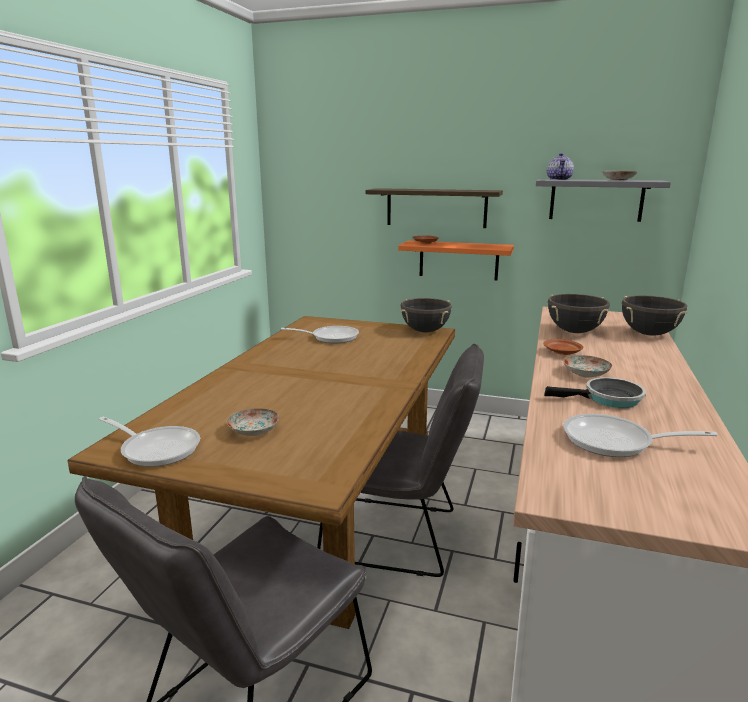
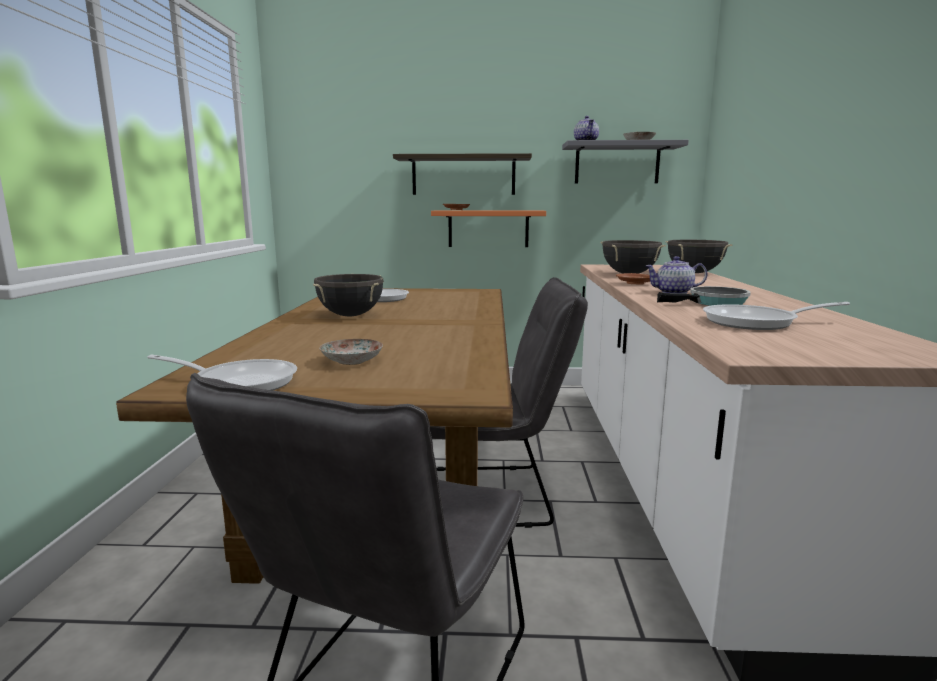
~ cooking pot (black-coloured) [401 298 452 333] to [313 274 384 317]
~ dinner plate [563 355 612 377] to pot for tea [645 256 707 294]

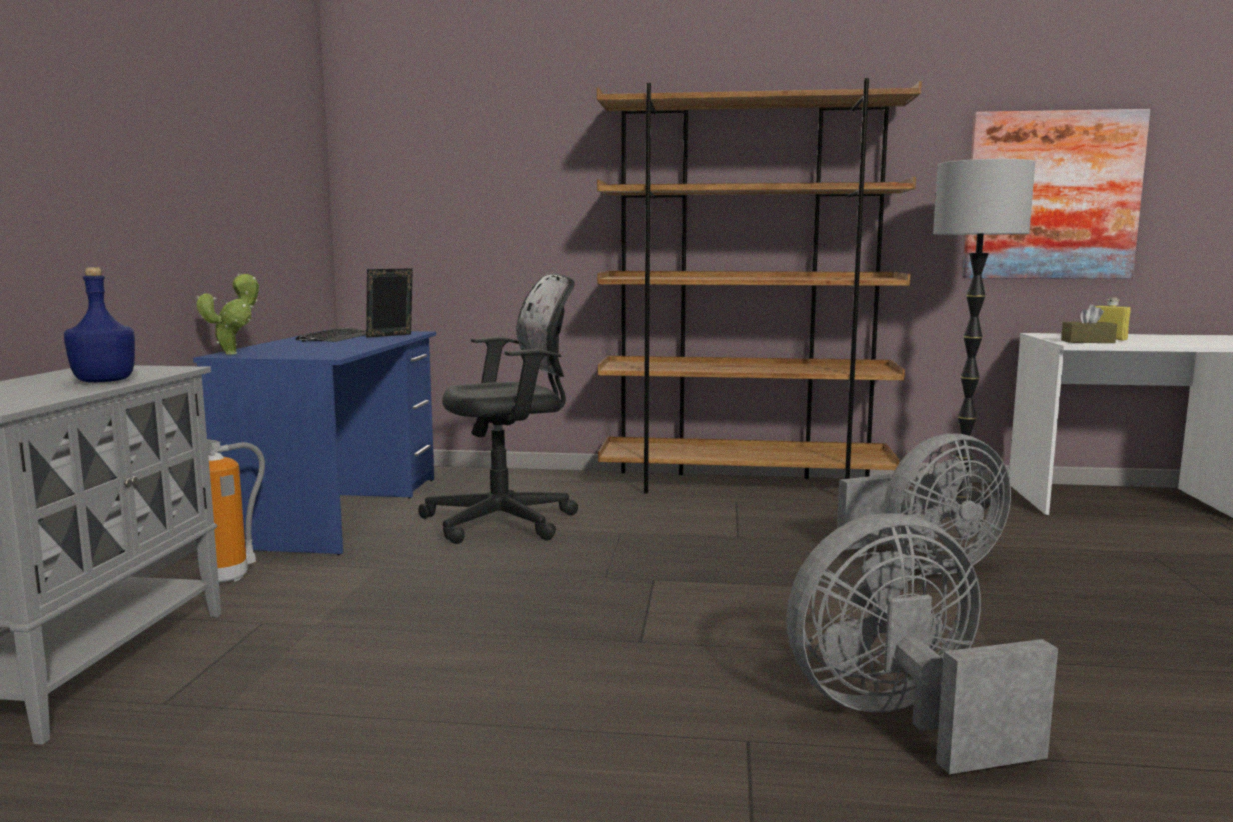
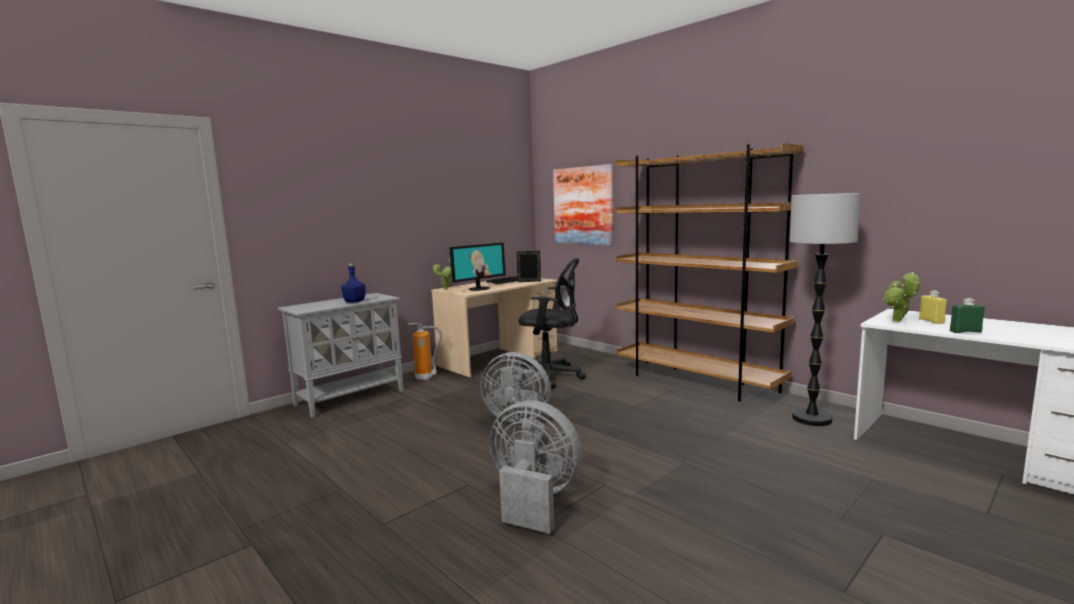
~ wall picture [962 109 1150 279] to [553 164 614 246]
~ box of tissues (brown) [1061 305 1117 343] to houseplant [883 272 921 322]
~ desk unit (blue-coloured) [193 330 436 555] to desk unit (sand-coloured) [431 278 558 378]
~ electric fan (gray) [837 433 1011 574] to [480 352 551 424]
+ monitor [449 242 506 291]
+ drink bottle (green-coloured) [950 298 985 333]

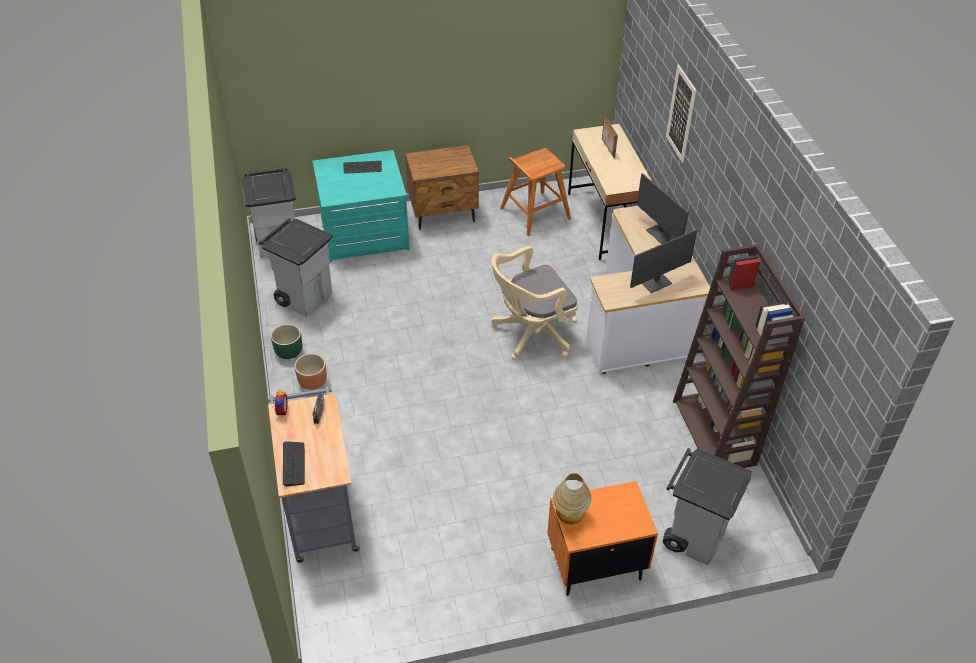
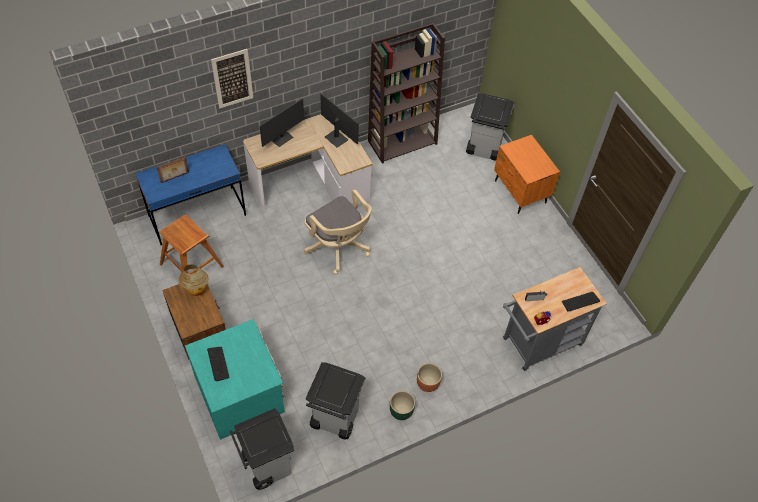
~ desk unit (sand-coloured) [568 124 652 260] to desk unit (blue-coloured) [135 144 246 245]
~ table lamp [553 473 591 525] to [179 264 209 296]

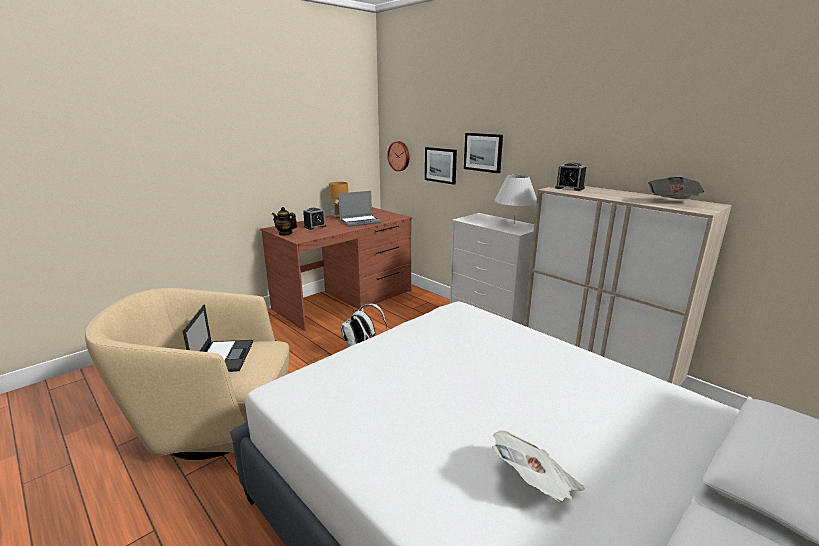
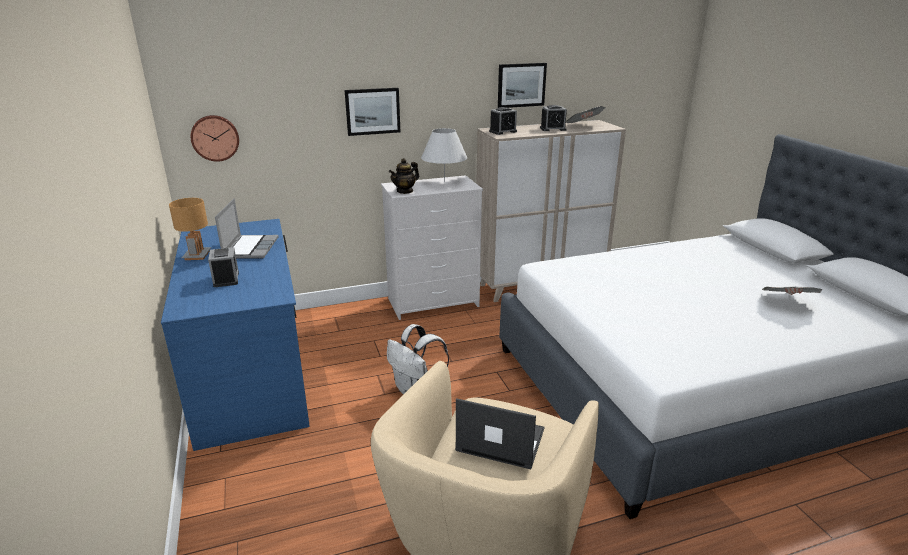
~ wall picture [425 147 457 185] to [498 63 547 108]
~ desk unit (brown) [260 207 413 331] to desk unit (blue-coloured) [161 219 310 451]
~ pot for tea [272 207 297 236] to [389 158 419 194]
+ table clock [540 105 567 131]

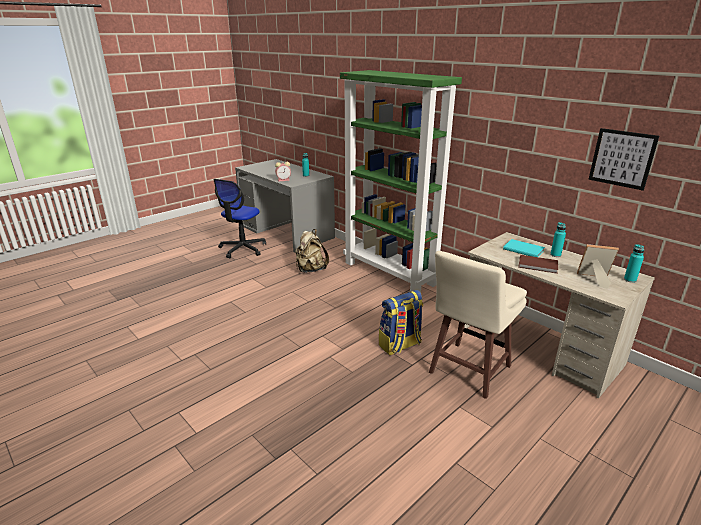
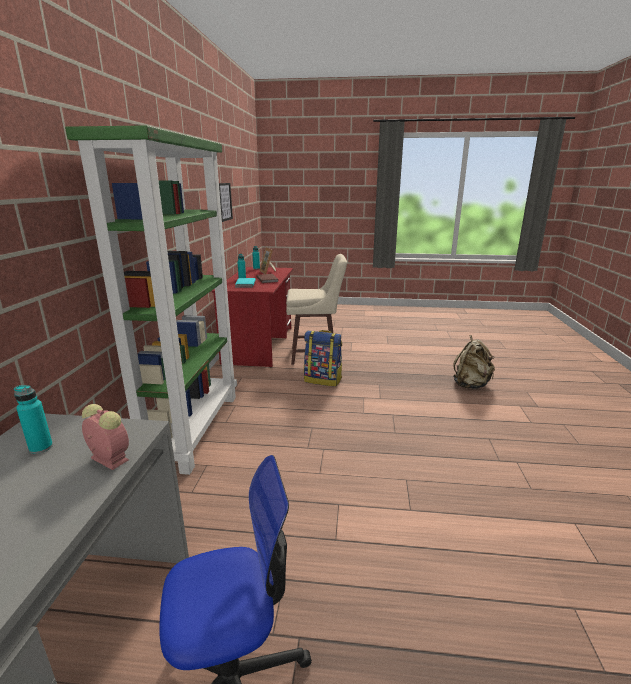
~ rucksack (sand-coloured) [295 229 329 273] to [453 335 495 389]
~ desk unit (sand-coloured) [464 232 655 399] to desk unit (red) [212 267 293 367]

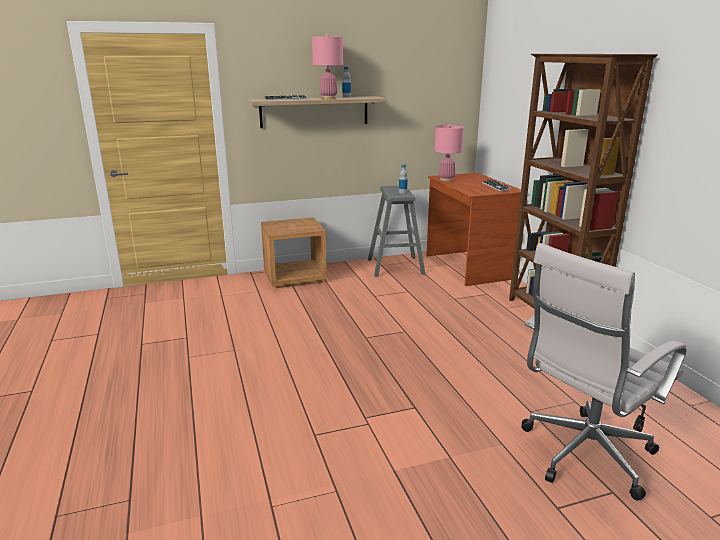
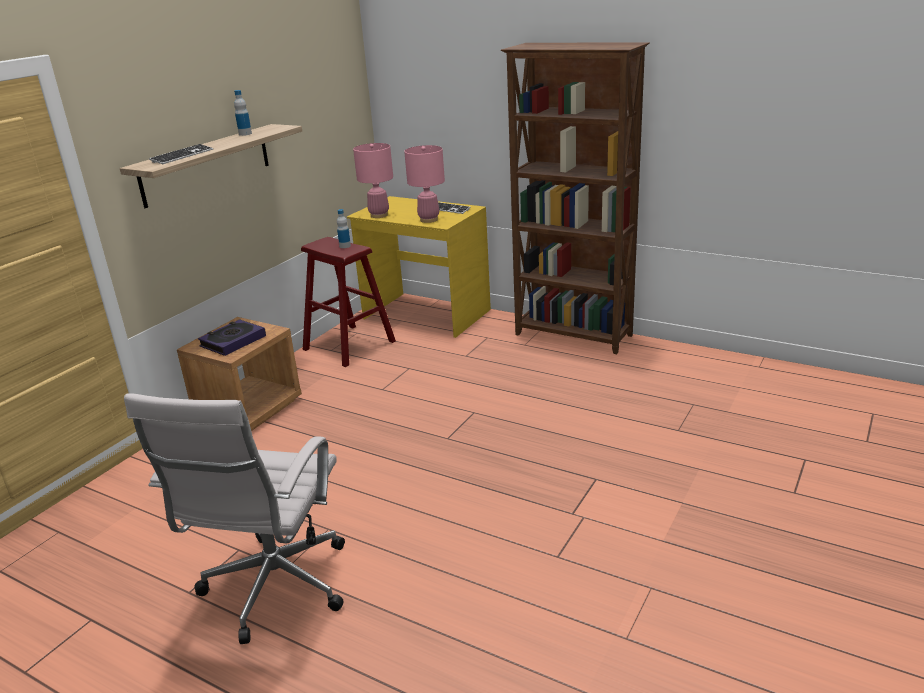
~ table lamp (pink) [312 34 343 99] to [404 145 445 223]
~ desk unit (brown) [426 173 521 286] to desk unit (yellowish) [347 196 491 338]
~ stool (gray) [368 186 425 277] to stool (red) [301 237 396 367]
~ computer chair (white) [522 243 687 501] to [124 393 345 644]
+ volume [198 319 266 356]

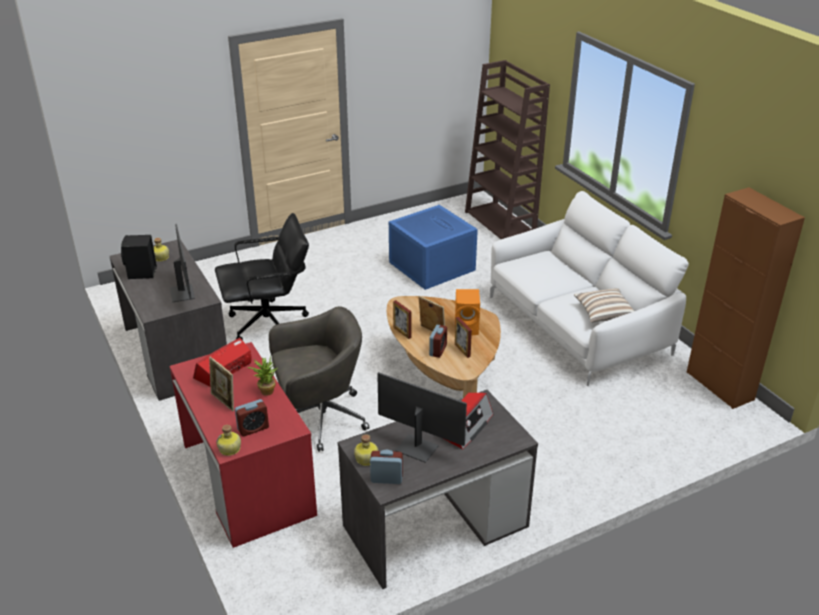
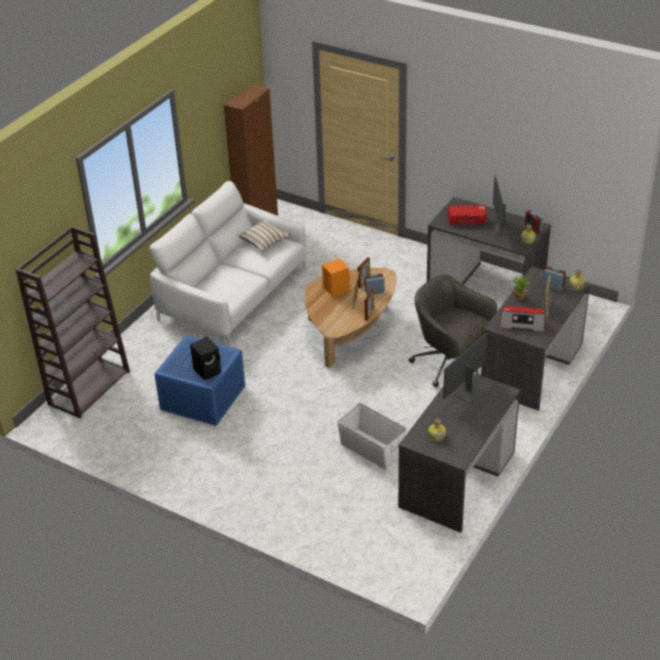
~ computer chair (black-coloured) [215 213 309 340] to storage box (white) [337 403 406 470]
~ loudspeaker (black-coloured) [121 235 157 279] to [190 337 221 380]
~ desk unit (red) [169 342 317 548] to desk unit (gray) [481 267 590 411]

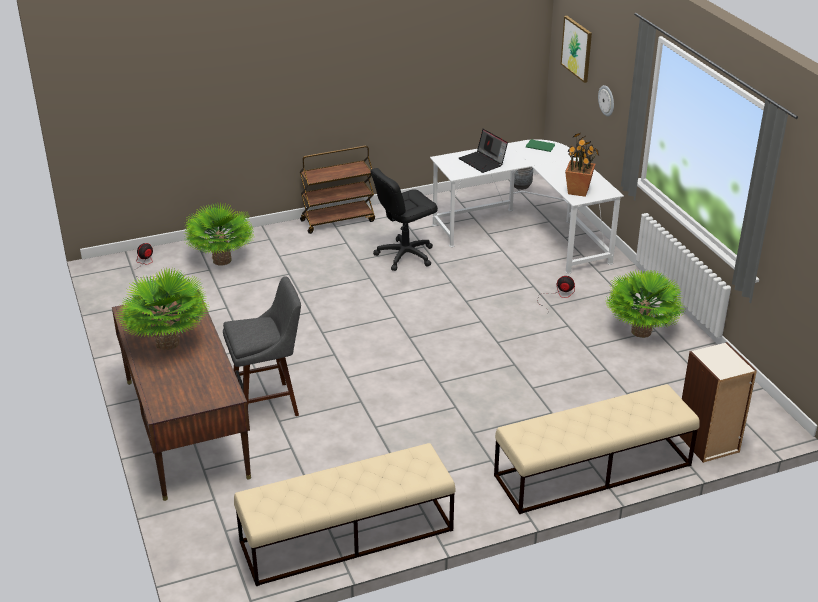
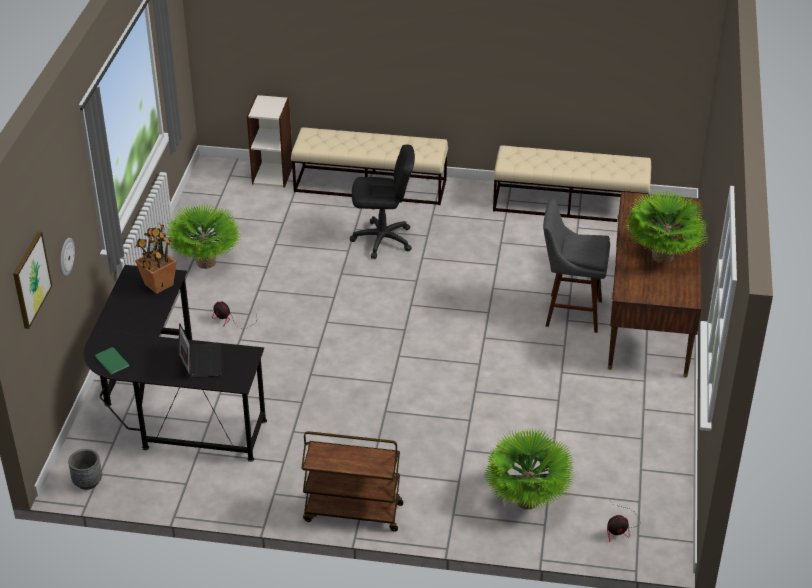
~ desk unit (white) [430 139 624 274] to desk unit (black-coloured) [84 265 267 462]
~ computer chair (black-coloured) [370 168 438 271] to [350 145 415 259]

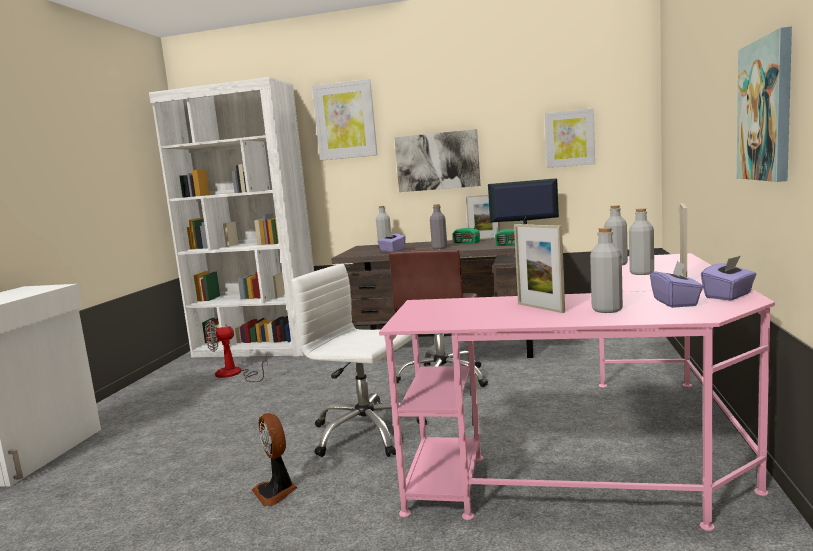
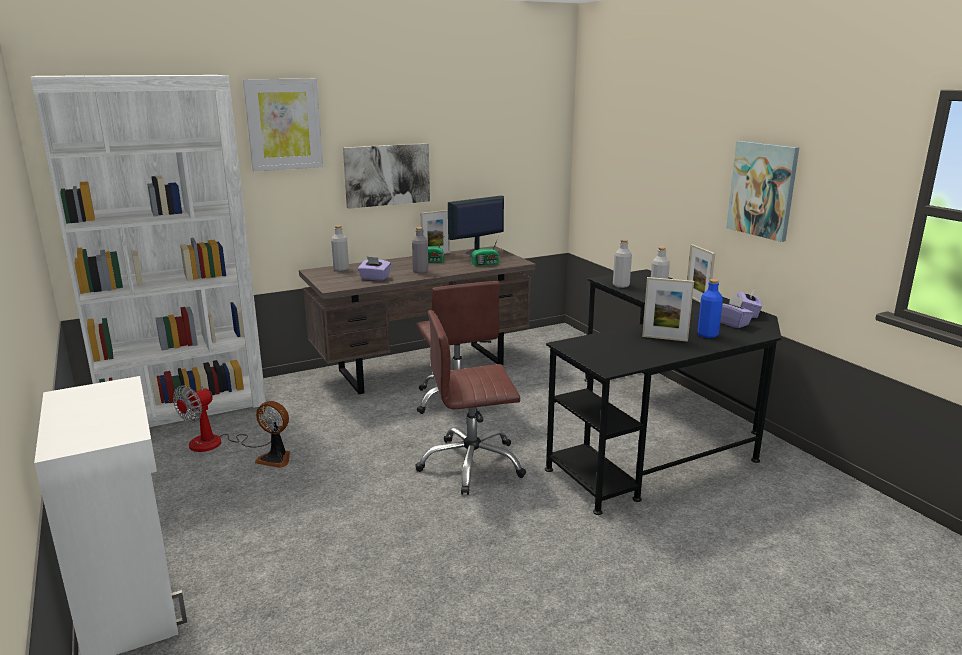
- wall picture [545 108 595 168]
~ drink bottle (gray) [590 227 623 313] to drink bottle (blue-coloured) [697 279 723 338]
~ desk unit (pink) [379 253 775 531] to desk unit (black-coloured) [545 269 781 515]
~ computer chair (white) [291 264 427 457] to computer chair (brown) [415 310 526 495]
~ electric fan [252 413 297 506] to [255 401 290 468]

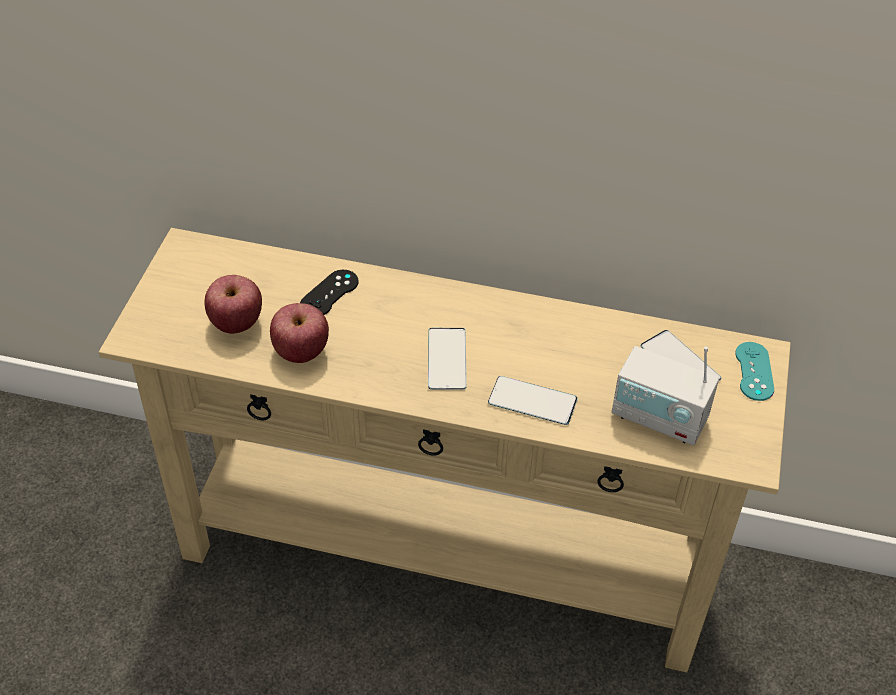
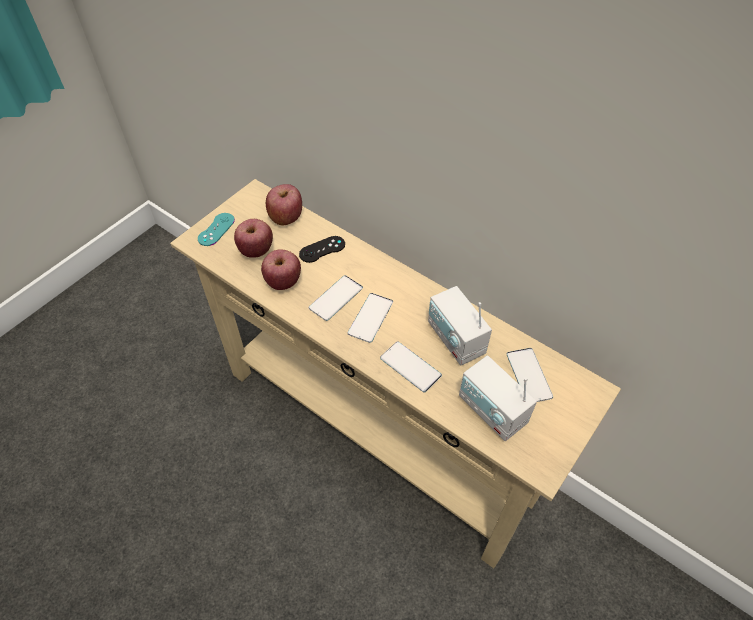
~ game controller (turquoise) [735 342 774 401] to [198 213 235 246]
+ whole apple [266 184 302 225]
+ phone [309 275 363 321]
+ radio set [428 286 492 366]

